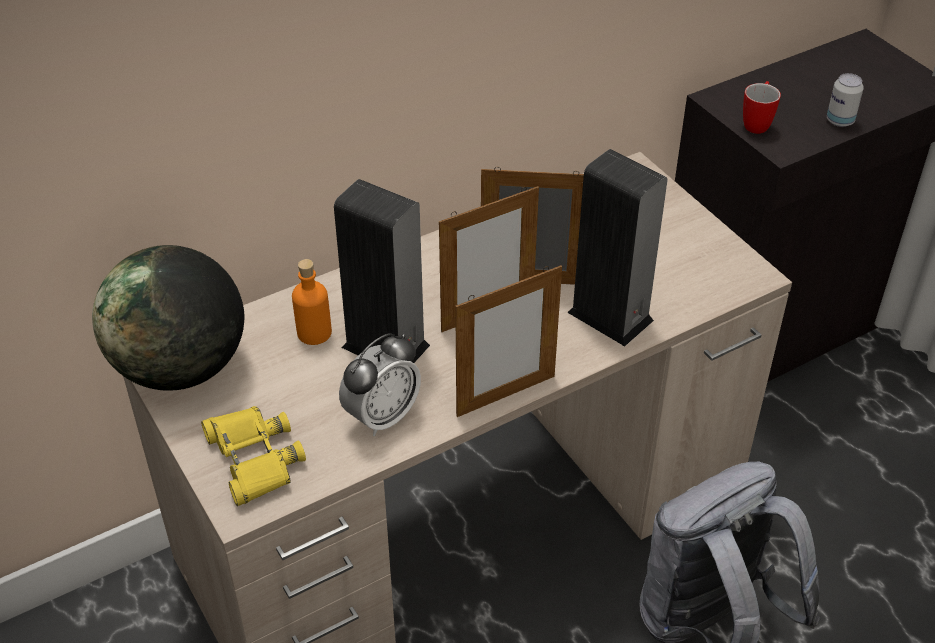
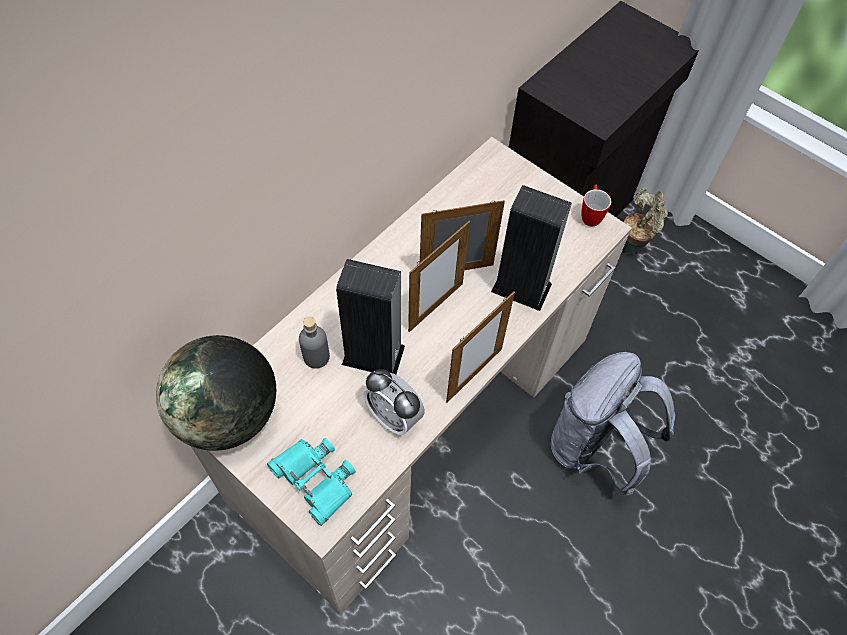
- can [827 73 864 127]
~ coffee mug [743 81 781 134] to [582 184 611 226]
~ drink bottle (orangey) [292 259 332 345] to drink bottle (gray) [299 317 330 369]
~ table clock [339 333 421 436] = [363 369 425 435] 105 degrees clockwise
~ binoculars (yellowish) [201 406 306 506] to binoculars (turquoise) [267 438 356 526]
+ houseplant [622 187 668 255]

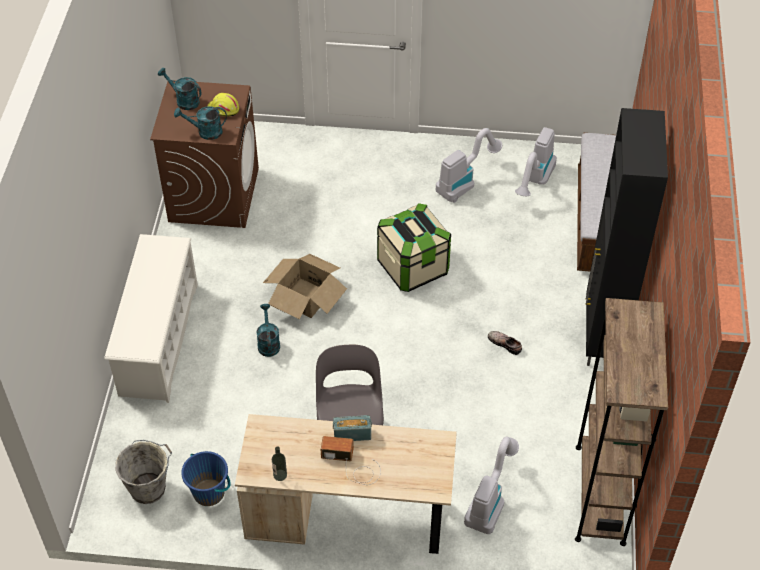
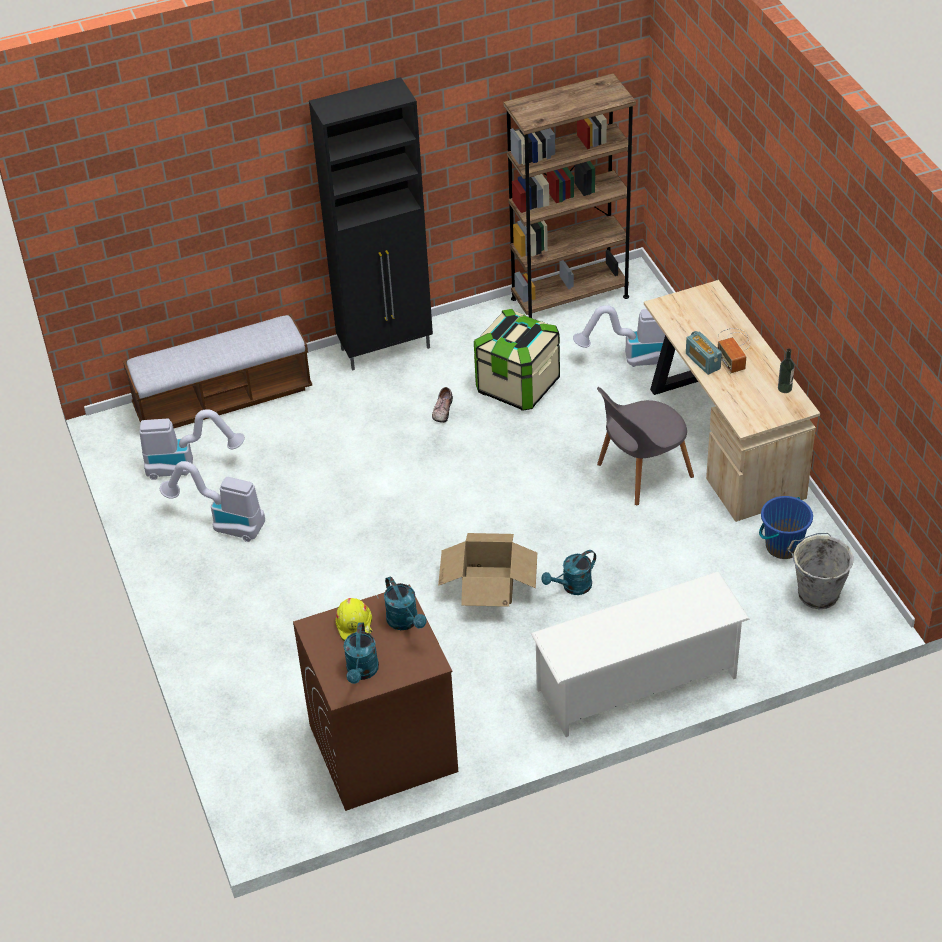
~ storage box [377 203 451 292] to [474 309 560 411]

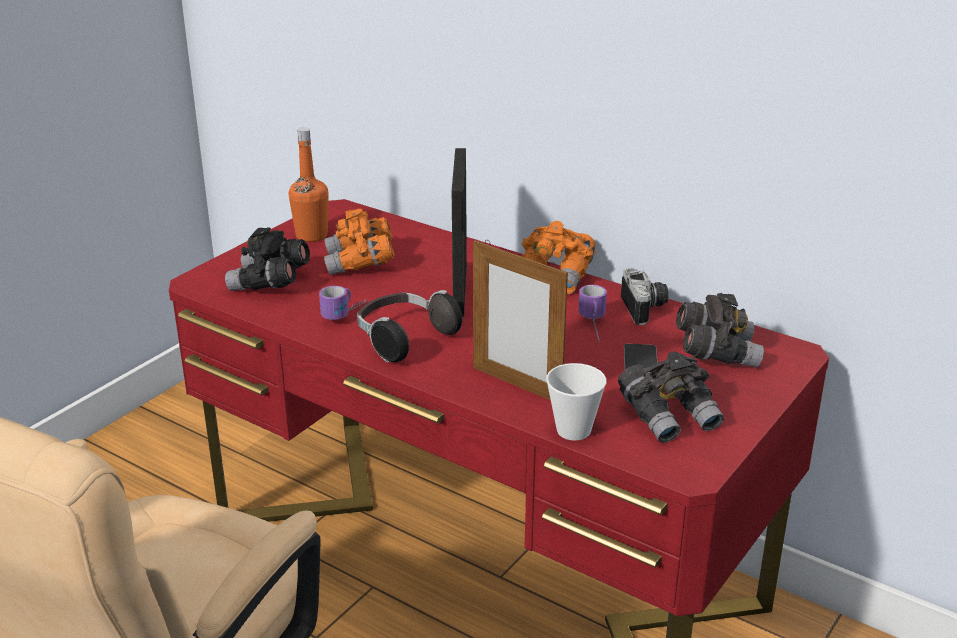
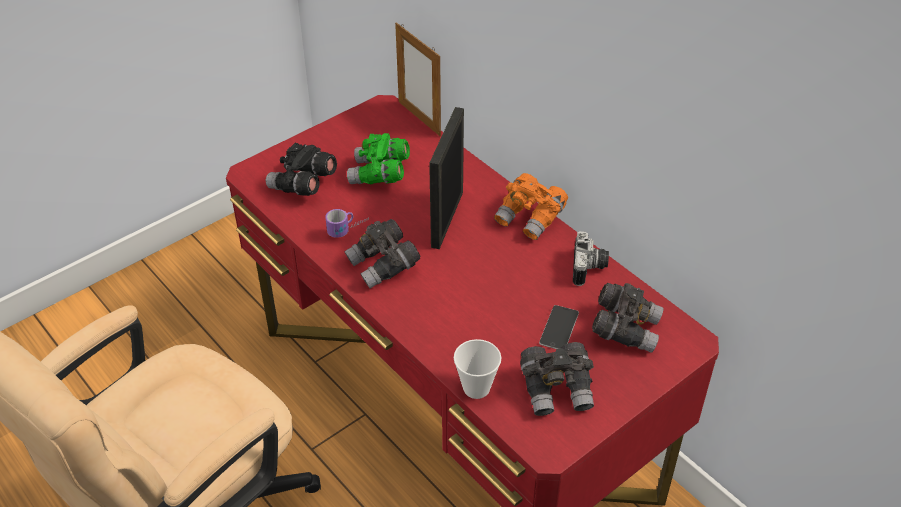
- drink bottle (orangey) [289 127 329 242]
~ binoculars (orangey) [324 209 394 275] to binoculars (green-coloured) [347 133 410 184]
~ picture frame [473 240 568 400] to [395 22 441 136]
- coffee mug [579 285 607 342]
~ headphones [357 290 463 363] to binoculars (gray) [344 219 420 289]

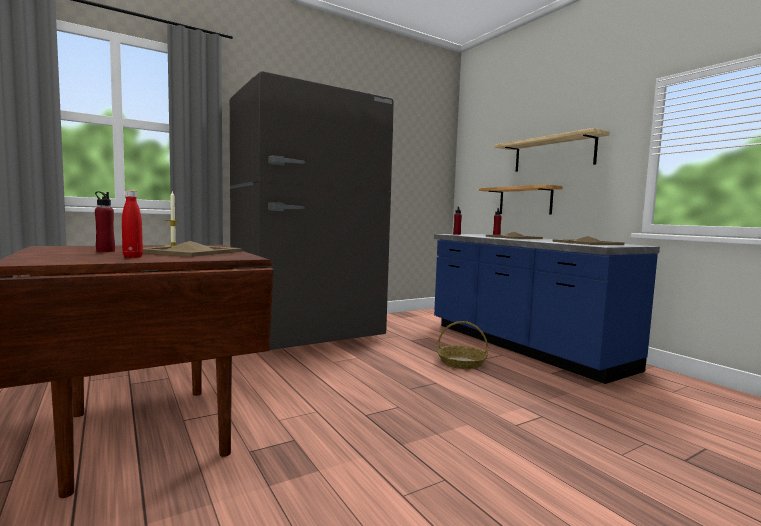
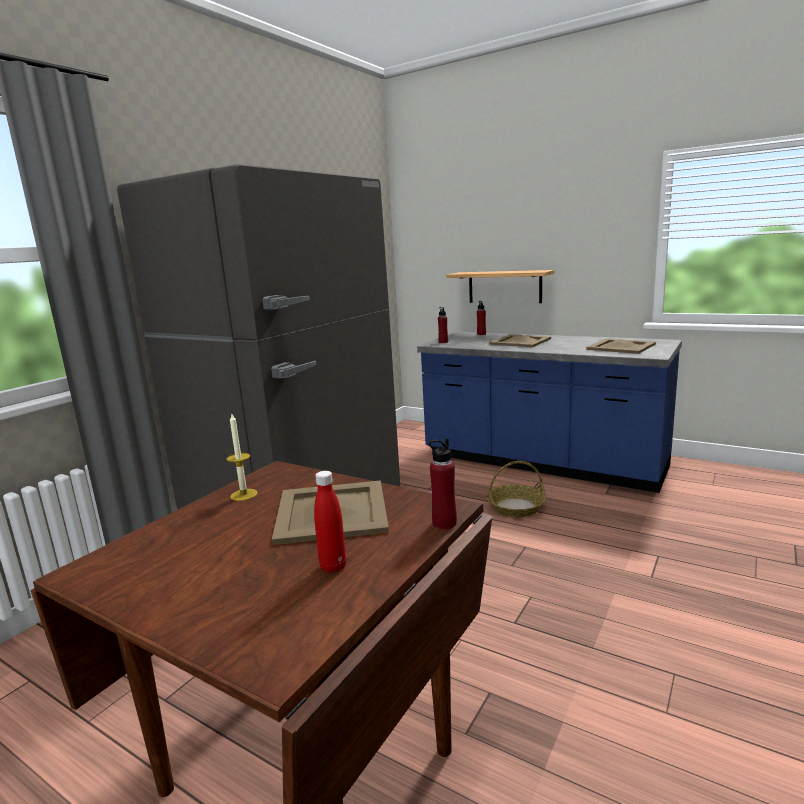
- shelf [495 128 610 172]
~ drink bottle (red) [95 191 115 252] to [429 438 457 529]

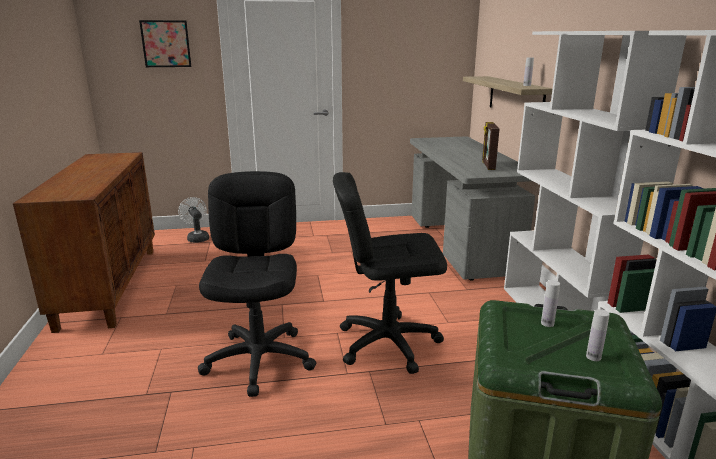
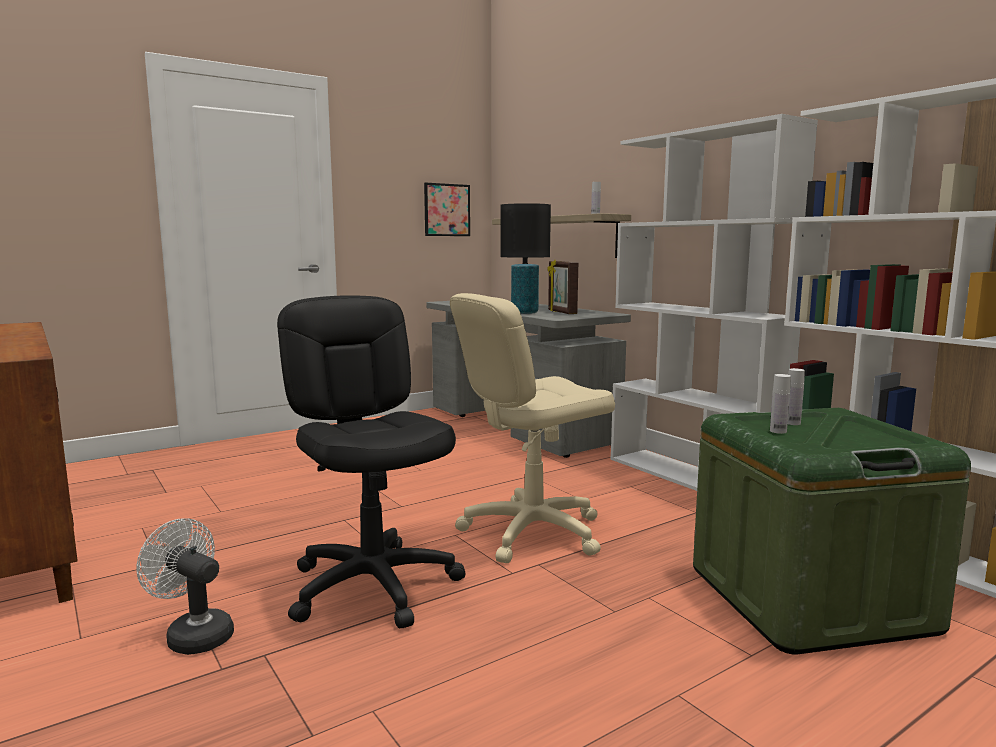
~ wall picture [139 20 191 67] to [424 183 470 236]
~ computer chair (black-coloured) [333 172 447 374] to computer chair (sand-coloured) [450 293 615 563]
~ electric fan (white) [178 197 209 243] to [137 518 234 655]
~ drink bottle (white) [586 309 610 361] to [770 374 791 434]
+ table lamp (black-coloured) [500 203 551 314]

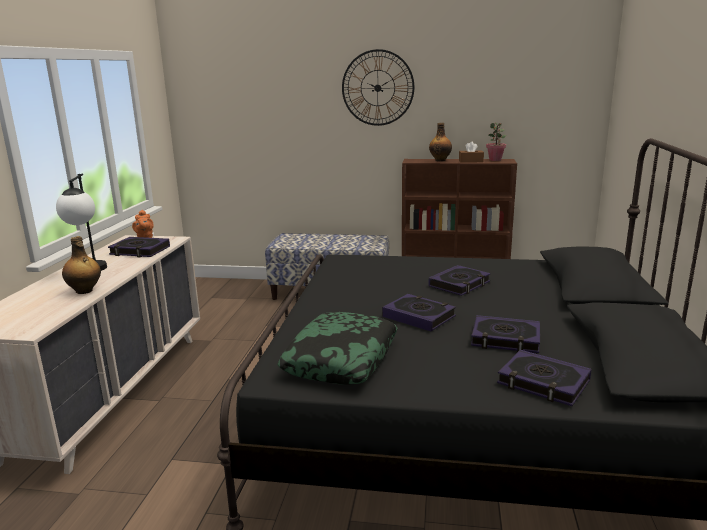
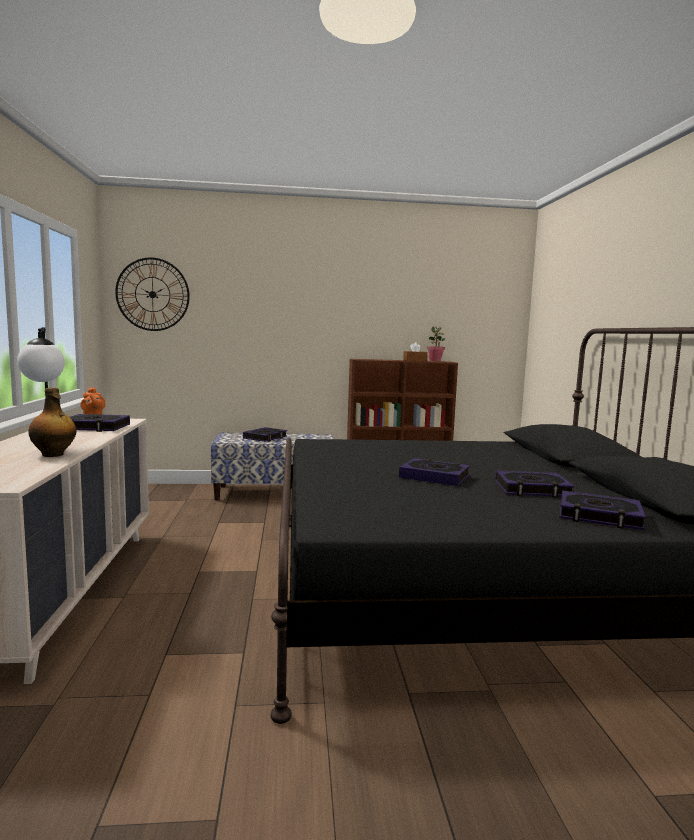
~ clock on the wall [342 49 414 126] to [115 257 190 331]
- drink bottle [429 123 452 161]
~ volume [428 265 491 296] to [243 427 287 442]
- pillow [277 312 397 385]

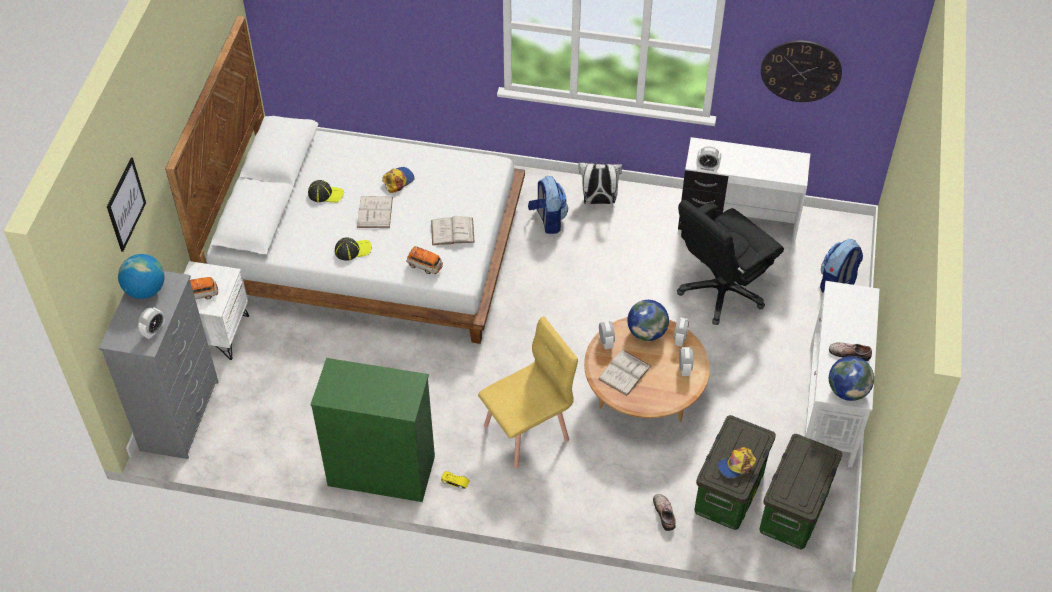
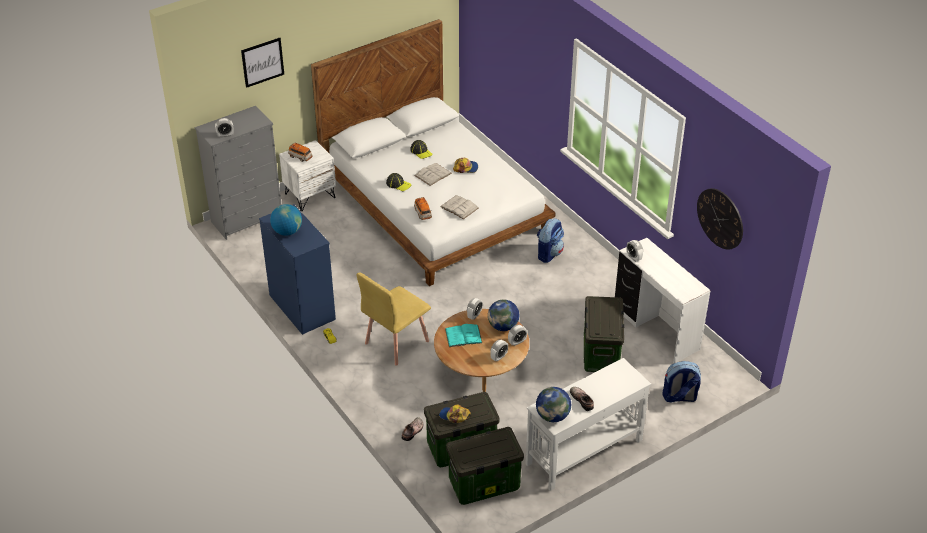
- rucksack (white) [579 161 622 204]
~ computer chair (black-coloured) [677 200 784 325] to storage box [584 296 624 372]
~ desk globe [118 254 165 299] to [270 204 302 236]
~ chair (yellowish) [478 316 578 468] = [356 273 431 365] 120 degrees clockwise
~ volume (white) [598 350 651 396] to volume (turquoise) [445 324 482 347]
~ drawer chest (green-coloured) [310 358 435 502] to drawer chest (blue-coloured) [259 204 336 335]

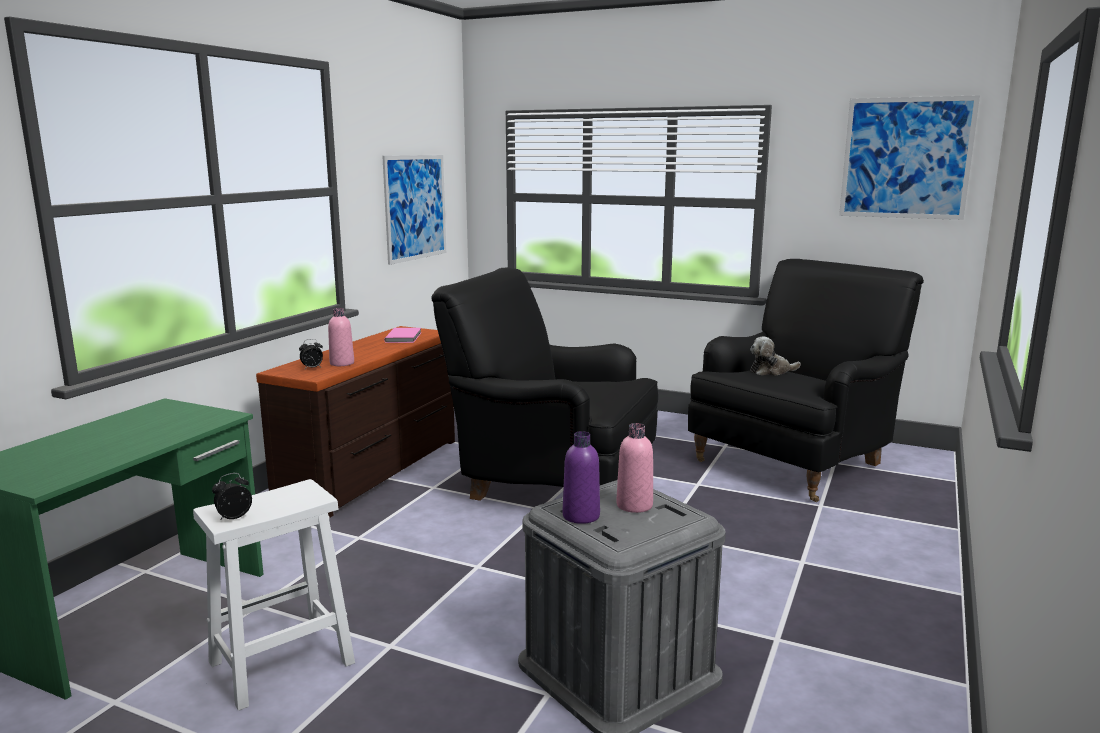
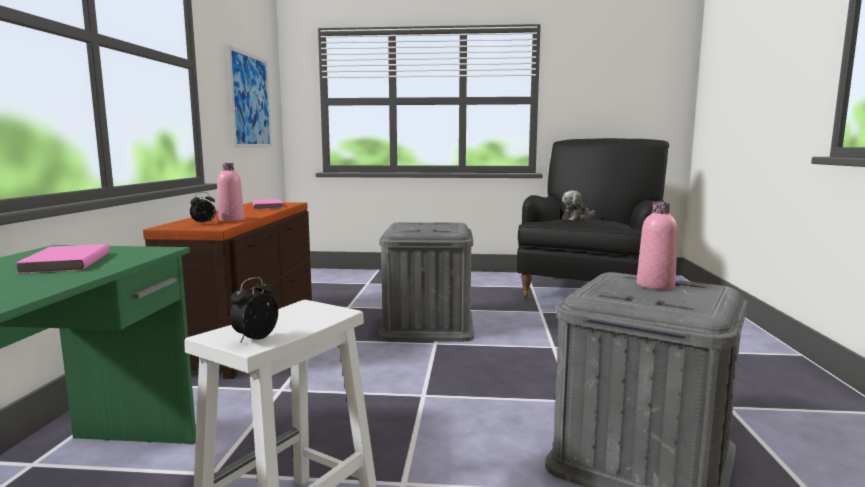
- wall picture [839 95 980 220]
~ easy chair (black-coloured) [432 268 658 501] to storage box (gray) [379 222 474 342]
- drink bottle (purple-coloured) [563 431 600 524]
+ volume (pink) [15 244 110 274]

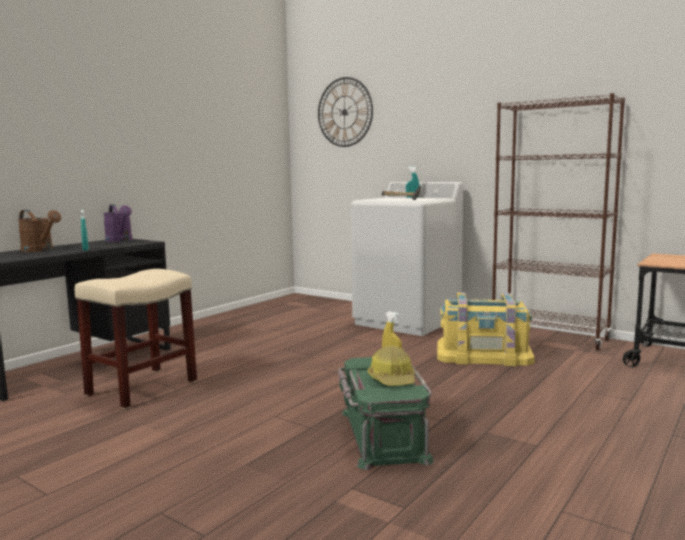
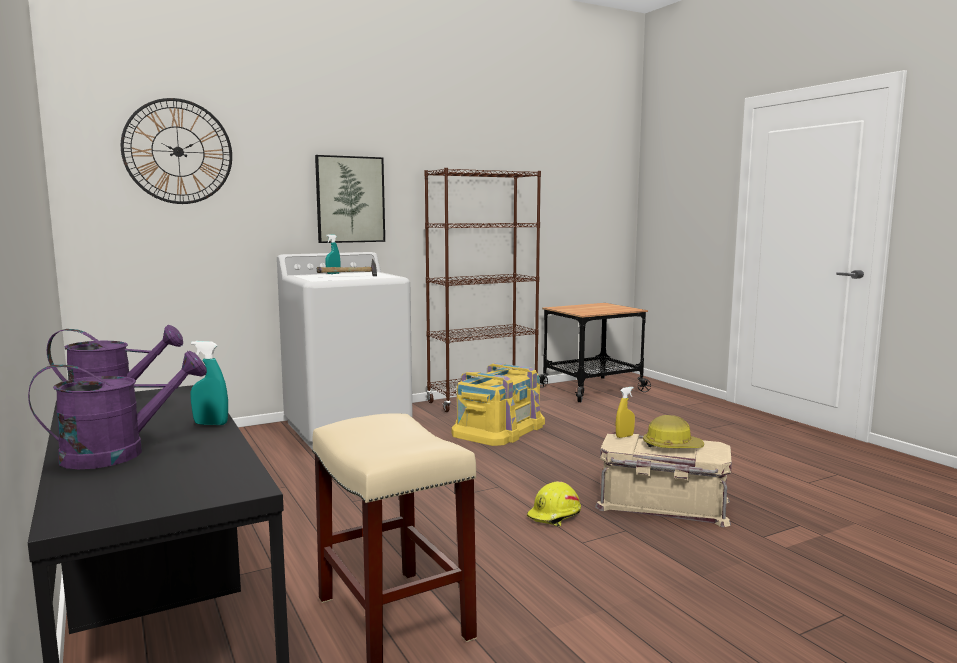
~ watering can (brown) [18 210 61 252] to watering can (purple-coloured) [28 351 207 470]
~ storage box (green-coloured) [338 357 434 470] to storage box (sand-coloured) [595 432 732 527]
+ wall picture [315 155 385 243]
+ work helmet (yellowish) [527 481 581 526]

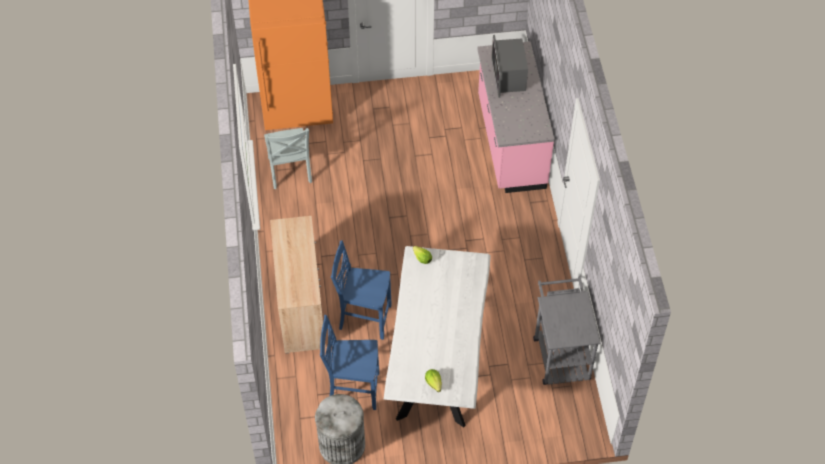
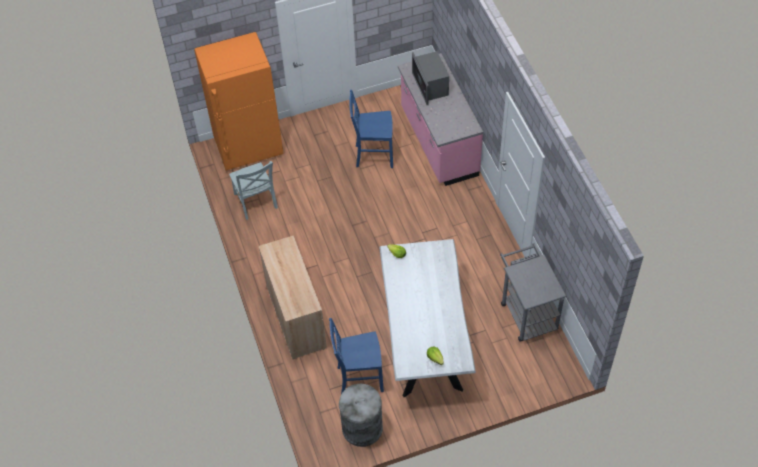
~ chair (blue-coloured) [331 240 391 340] to [349 90 393 168]

